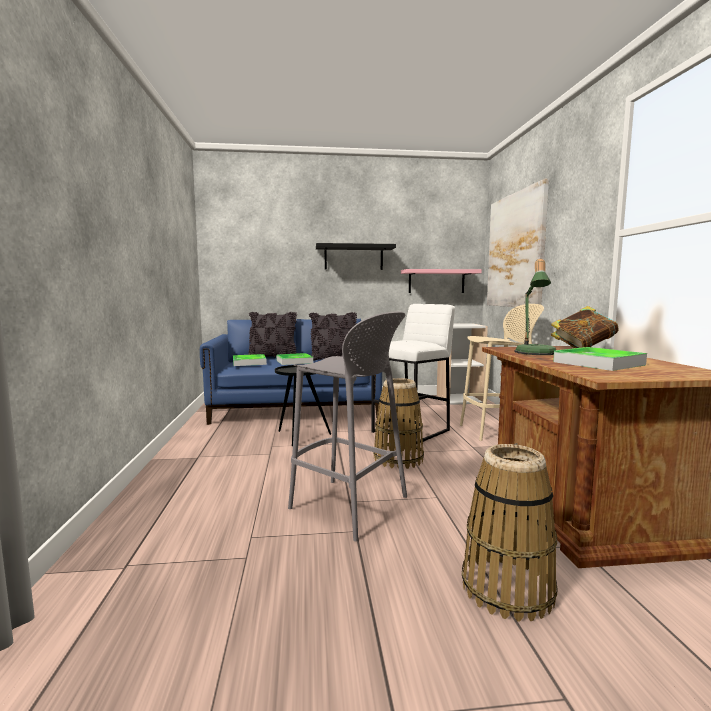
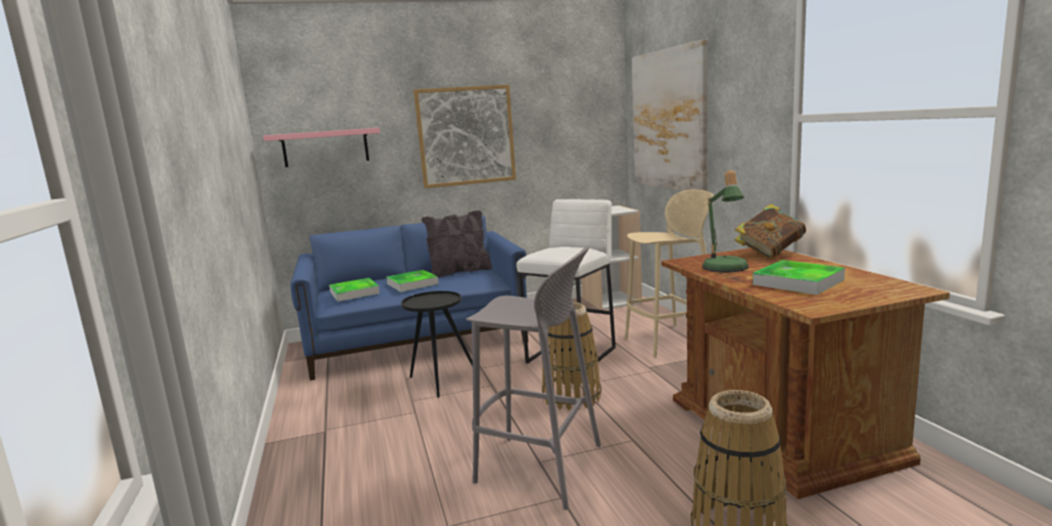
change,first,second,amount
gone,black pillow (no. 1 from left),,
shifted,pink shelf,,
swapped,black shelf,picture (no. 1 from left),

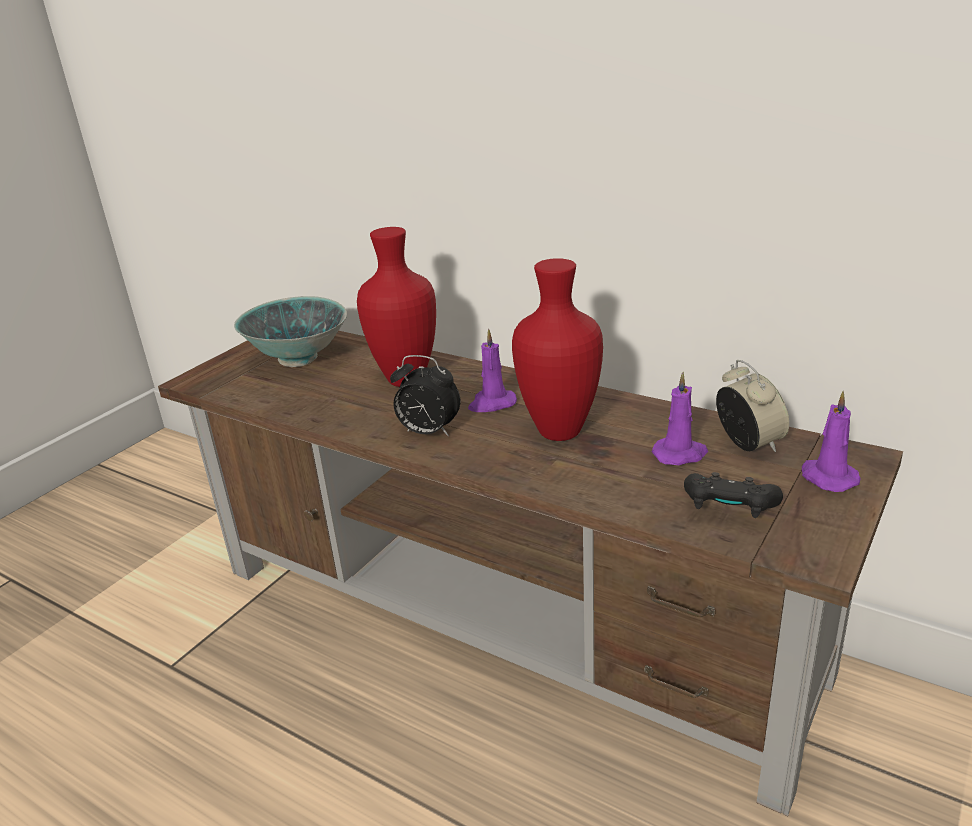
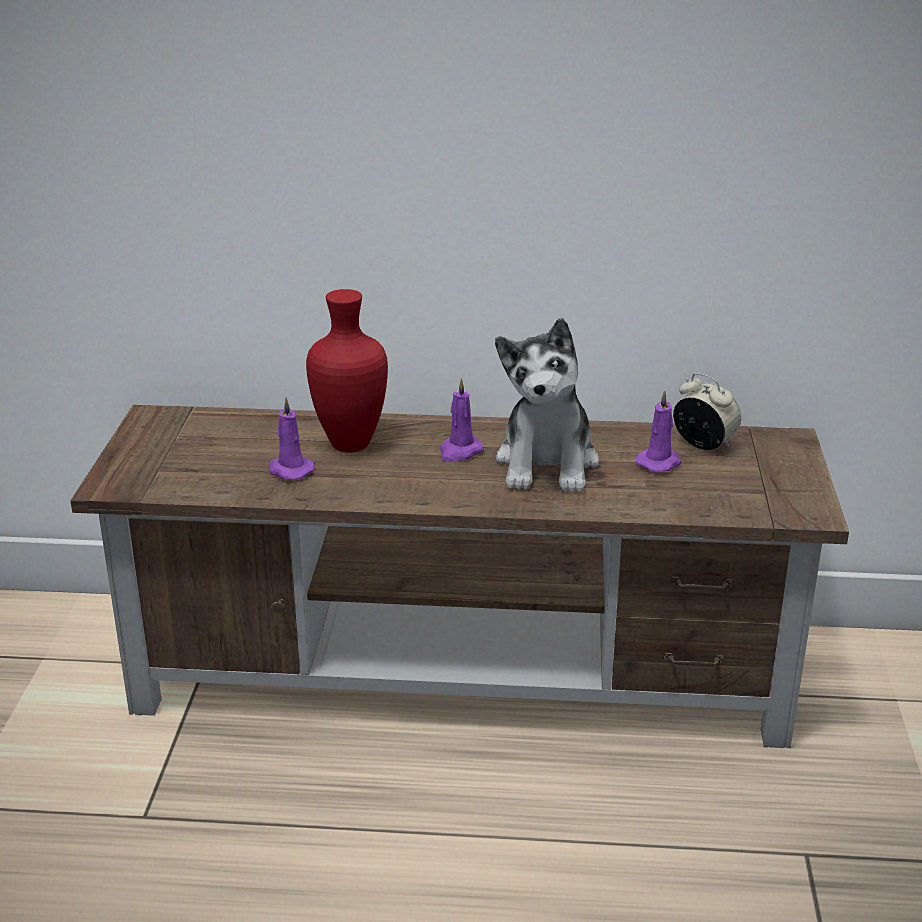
change,first,second,amount
gone,bowl,,
gone,alarm clock (no. 1 from left),,
gone,black game controller,,
shifted,purple candle (no. 3 from left in the first image),purple candle (no. 1 from left),
swapped,red vase (no. 2 from left),plush toy,

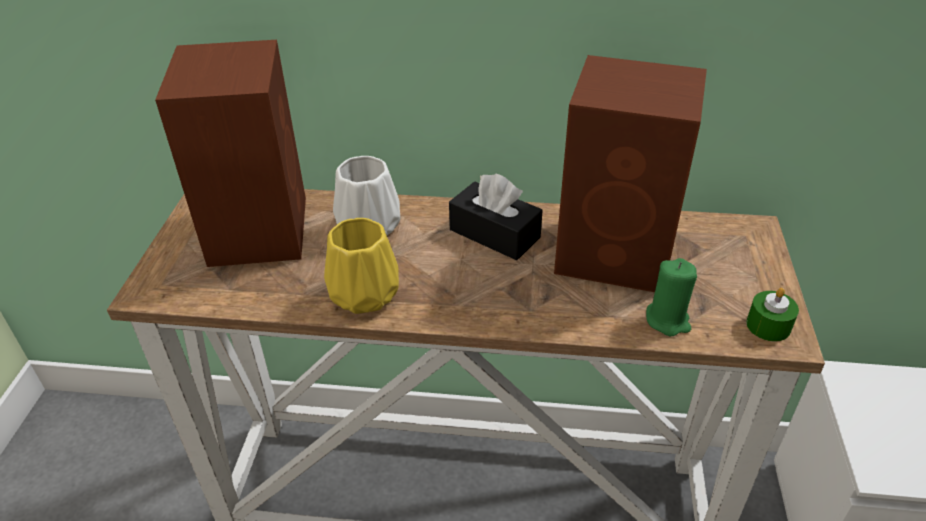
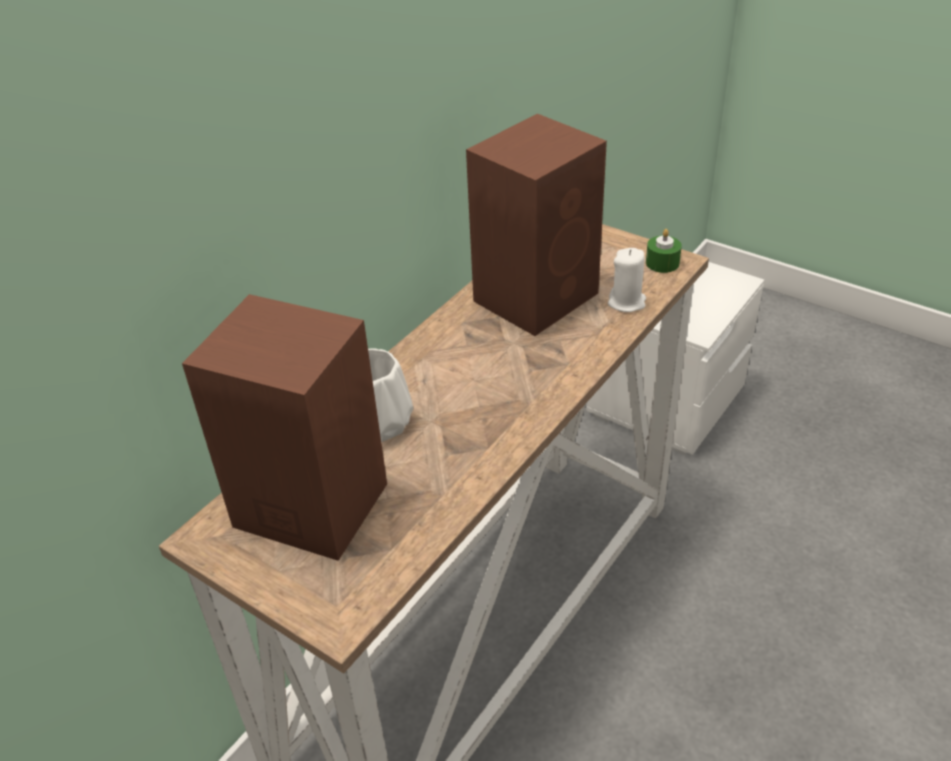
change,first,second,amount
gone,yellow vase,,
gone,black tissue box,,
repainted,green candle (no. 1 from left),white candle,

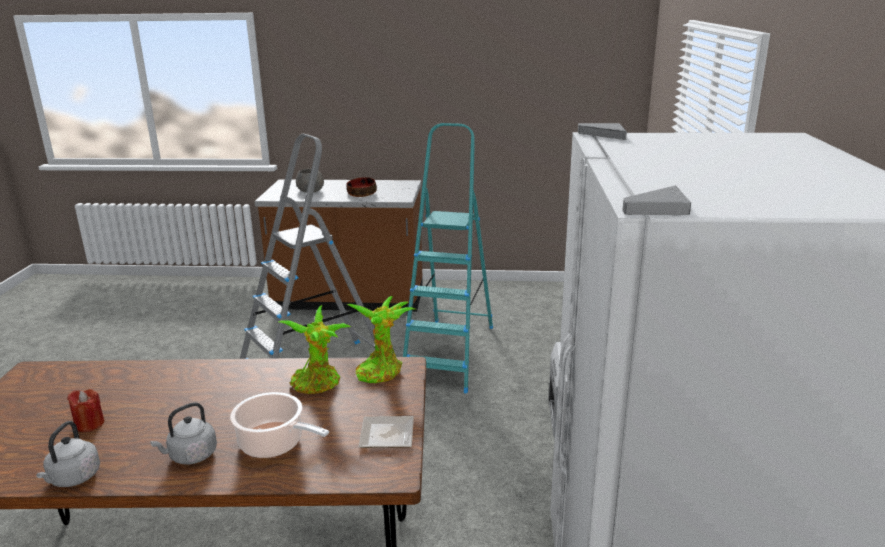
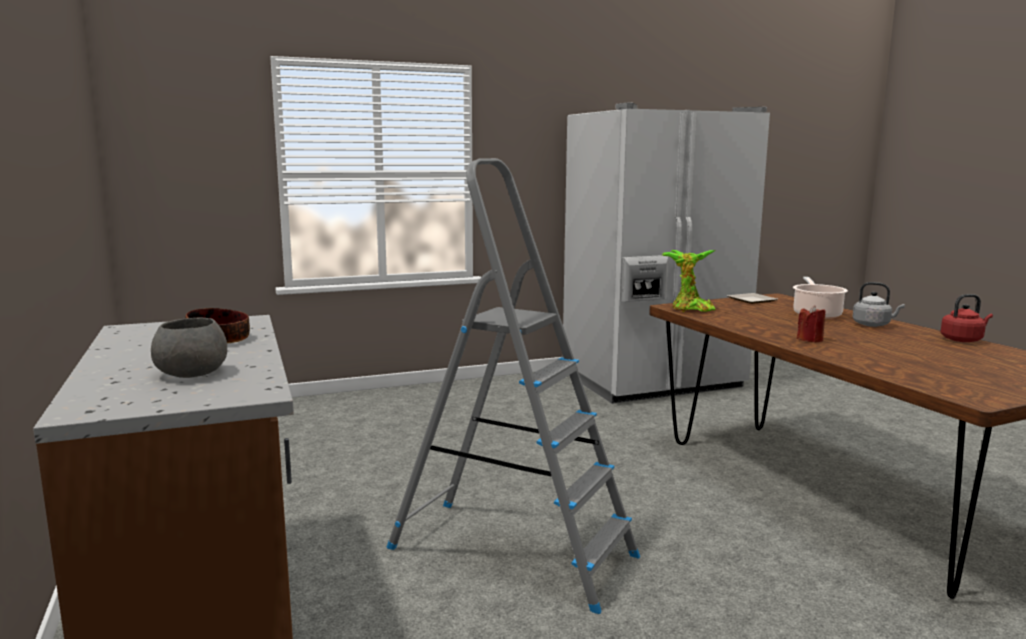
change,first,second,amount
gone,potted plant (no. 1 from left),,
gone,turquoise step ladder,,
shifted,red candle,,
repainted,grey kettle (no. 1 from left),red kettle,

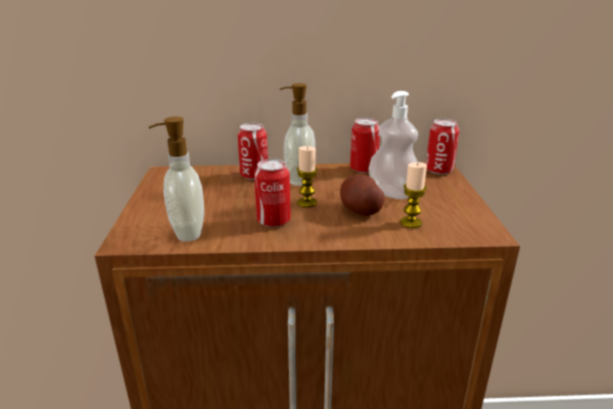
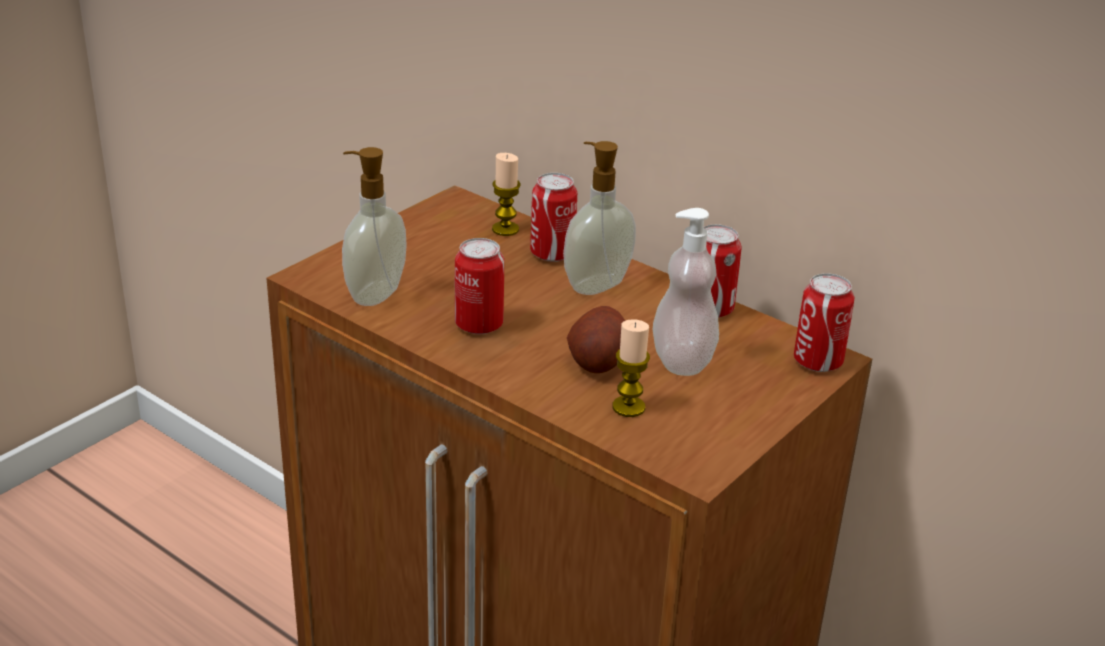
change,first,second,amount
shifted,candle (no. 1 from left),,

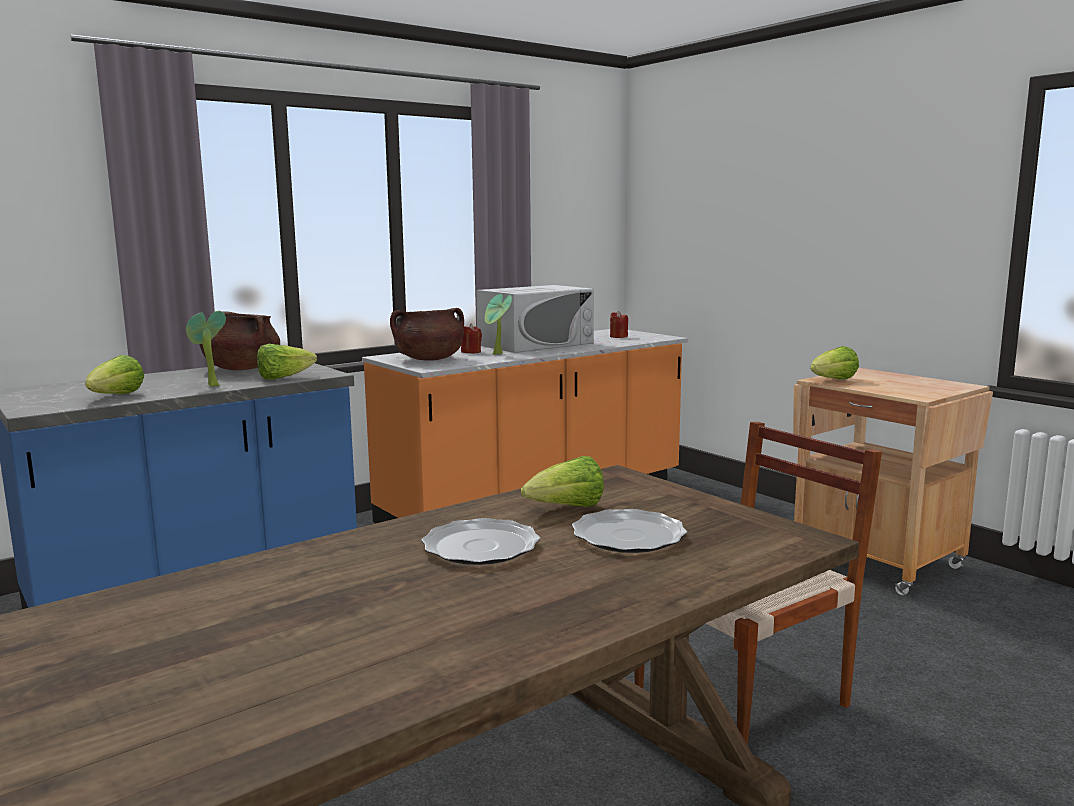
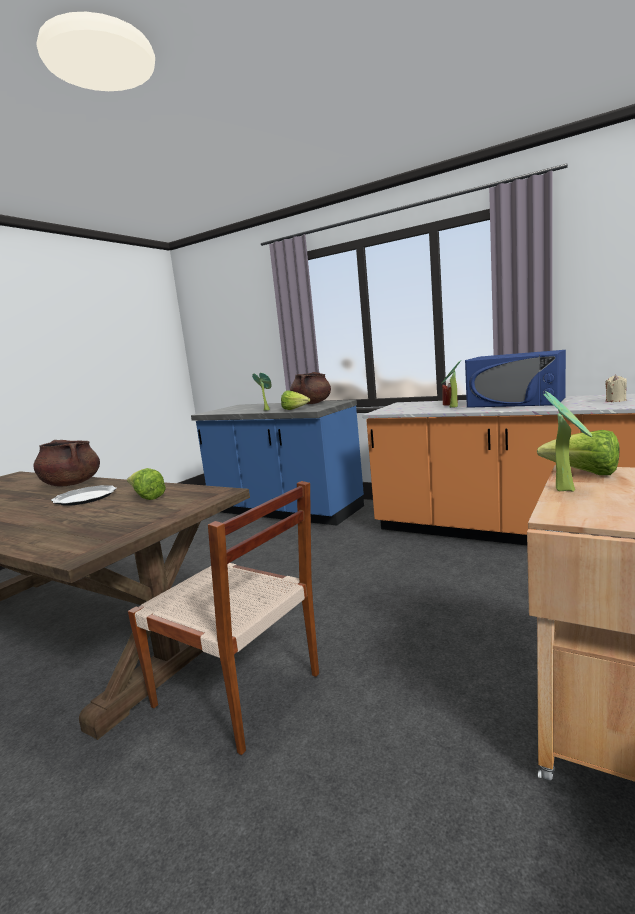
change,first,second,amount
gone,lettuce (no. 1 from left),,
gone,plate (no. 2 from left),,
new,,potted plant (no. 3 from left),
shifted,brown cooking pot (no. 2 from left in the first image),brown cooking pot (no. 1 from left),
repainted,white microwave,blue microwave,
repainted,red candle (no. 2 from left),beige candle,

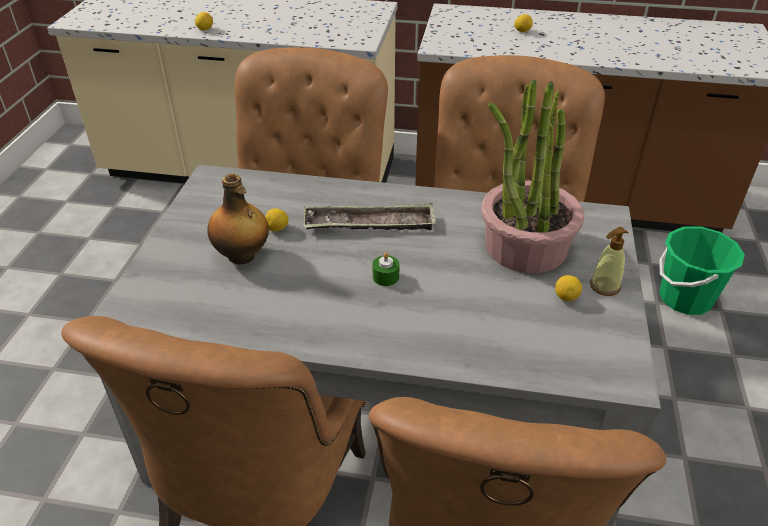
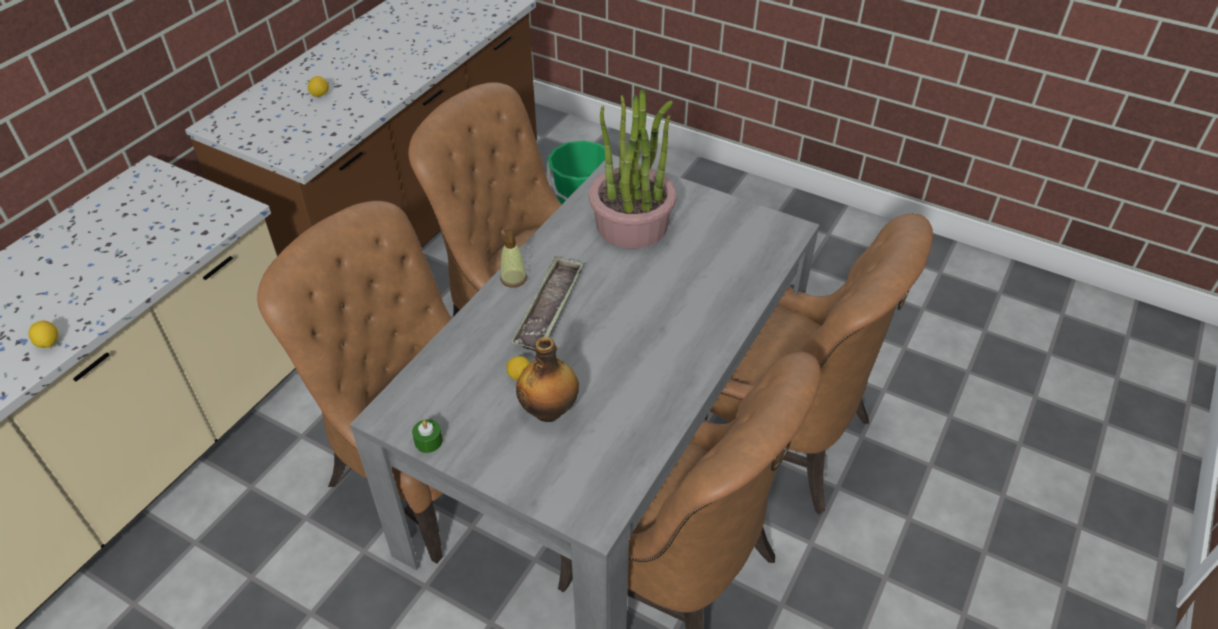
change,first,second,amount
gone,lemon (no. 4 from left),,
shifted,green candle,,
shifted,soap dispenser,,

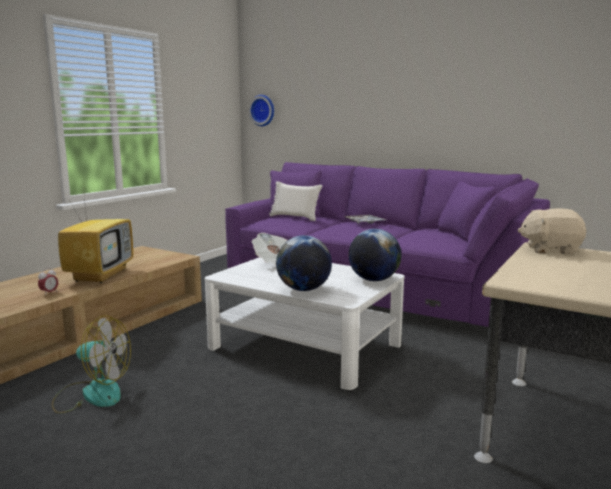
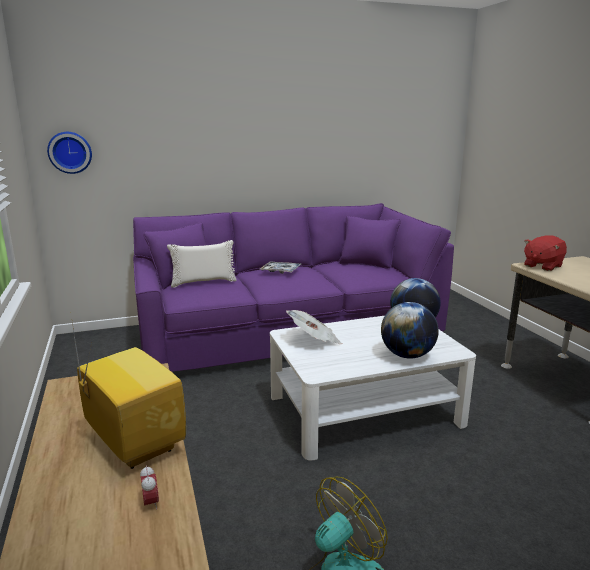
change,first,second,amount
repainted,beige plush toy,red plush toy,

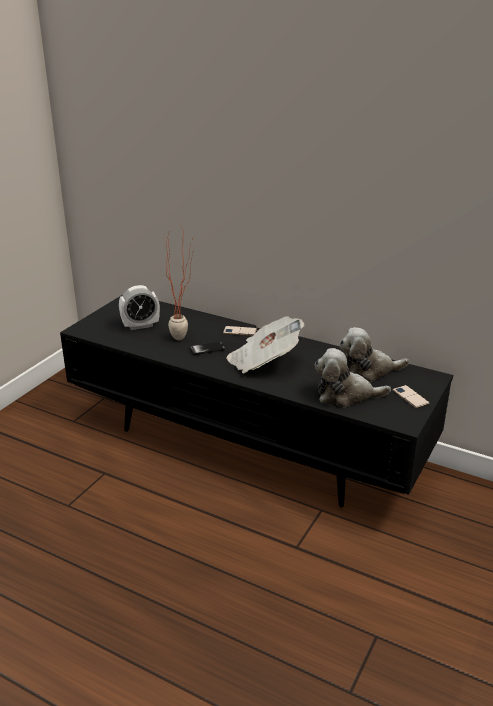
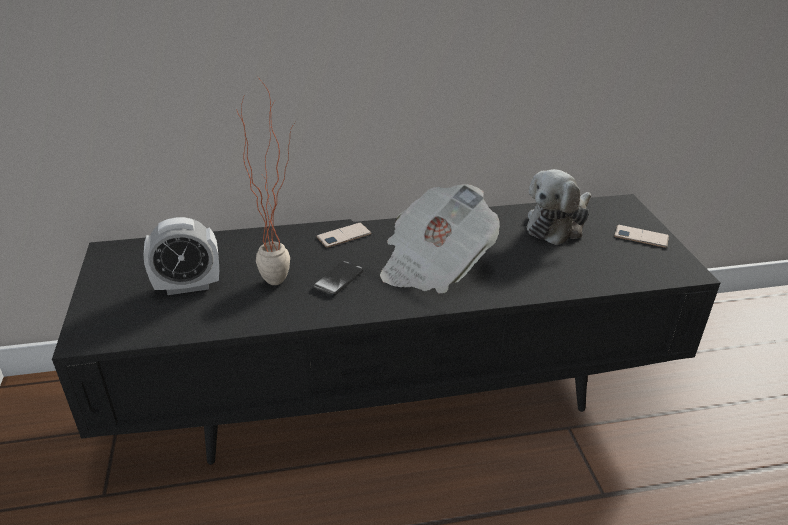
change,first,second,amount
gone,plush toy (no. 1 from left),,
rotated,alarm clock,,45 degrees clockwise

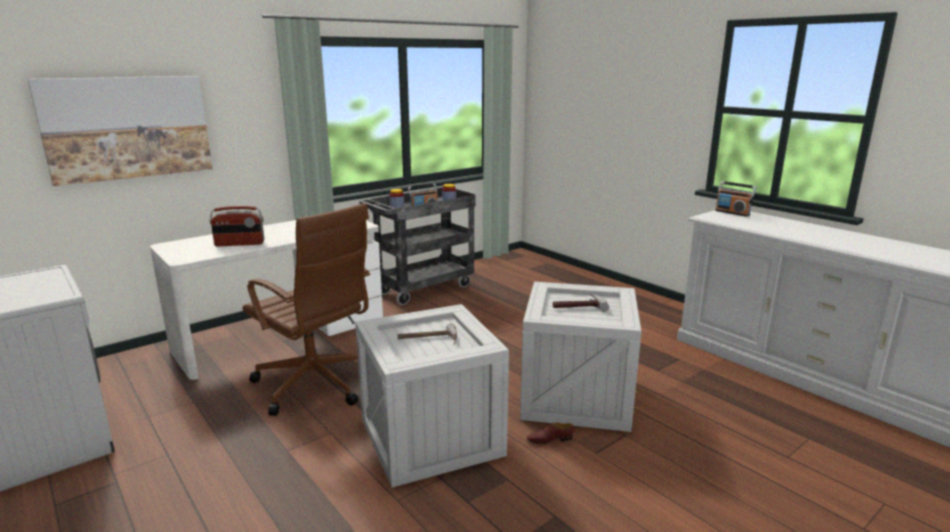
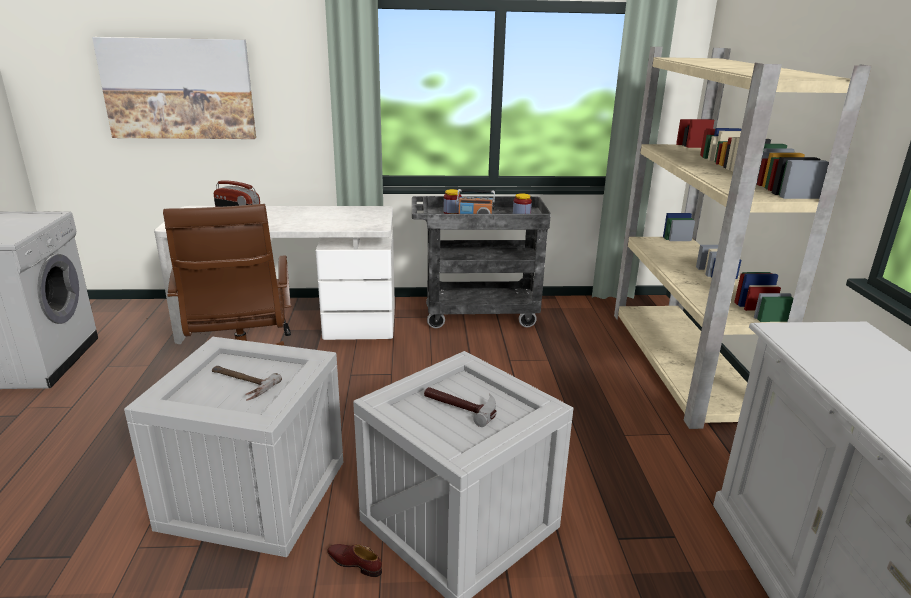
change,first,second,amount
gone,radio (no. 3 from left),,
new,,beige bookcase,

